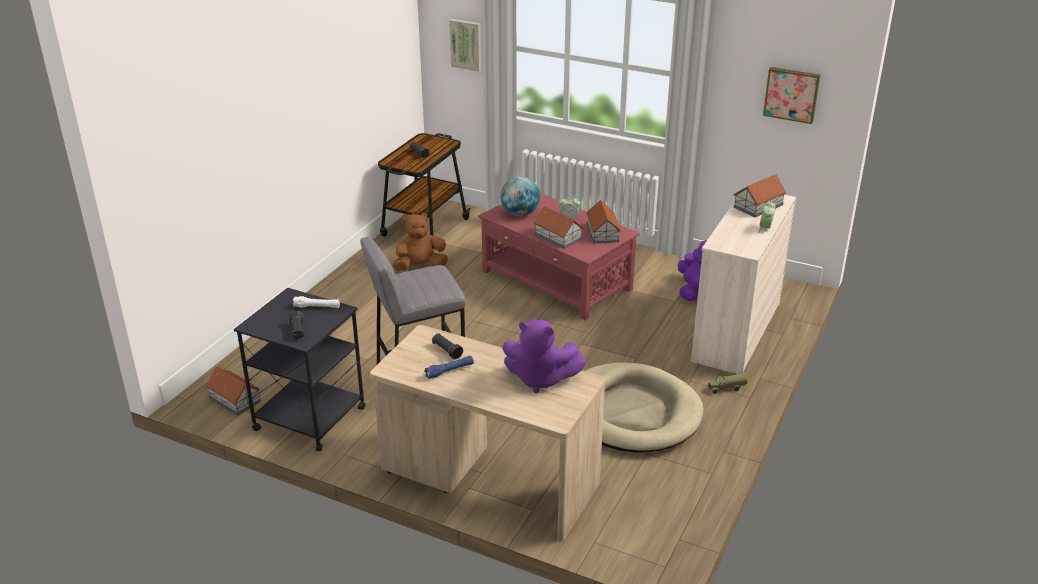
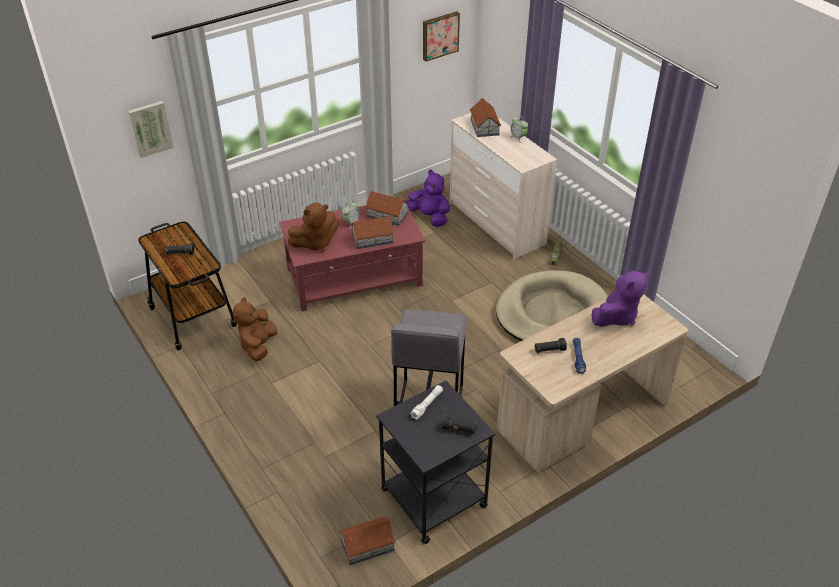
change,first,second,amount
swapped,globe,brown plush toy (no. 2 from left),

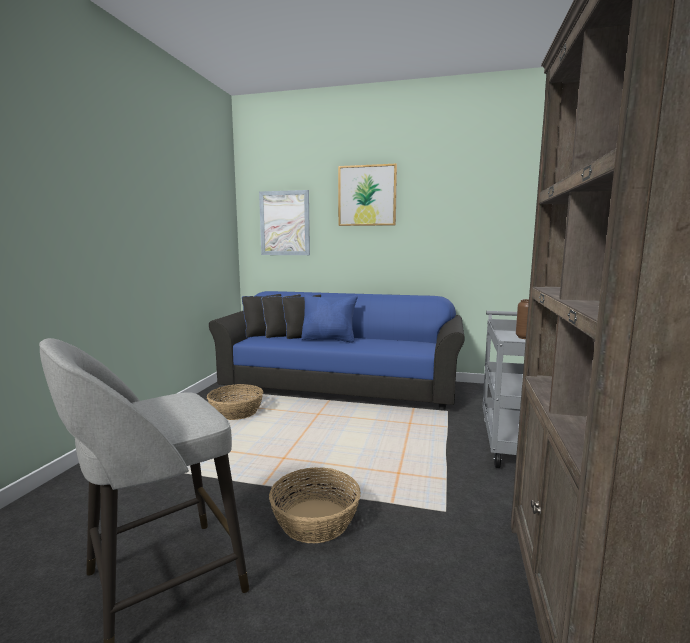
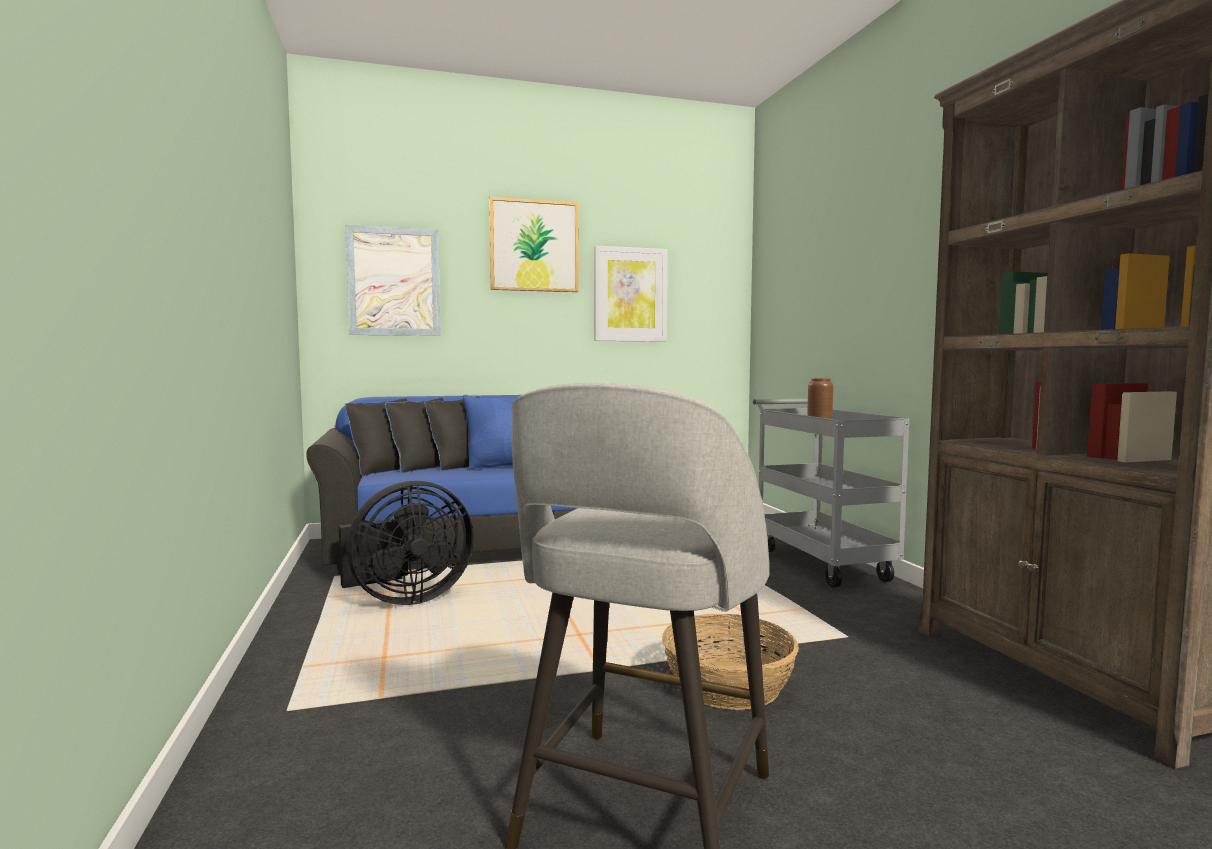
change,first,second,amount
new,,picture (no. 3 from left),
swapped,basket (no. 1 from left),black fan,

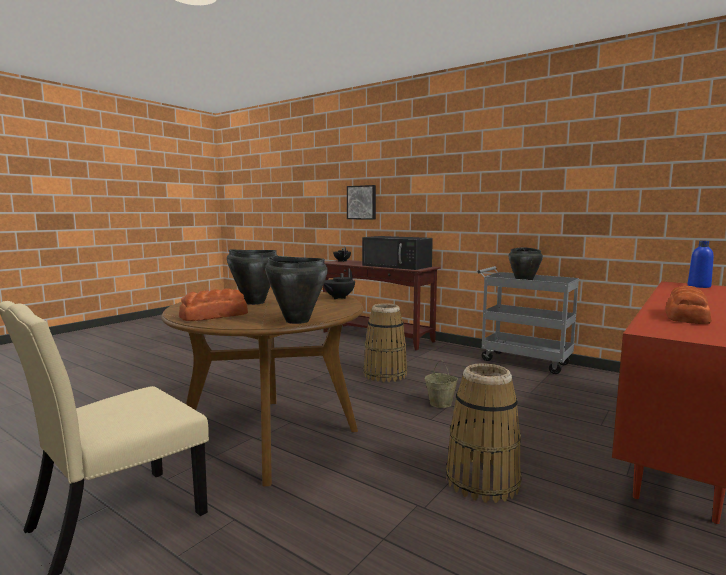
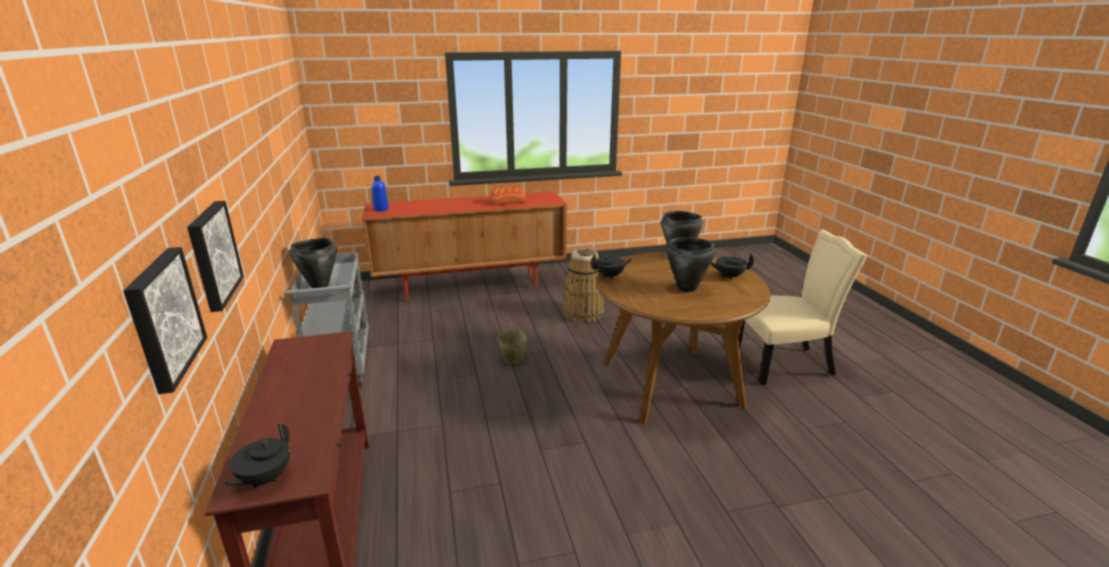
change,first,second,amount
gone,black microwave,,
gone,basket (no. 1 from left),,
new,,picture (no. 2 from left),
swapped,bread (no. 1 from left),black teapot (no. 3 from left),

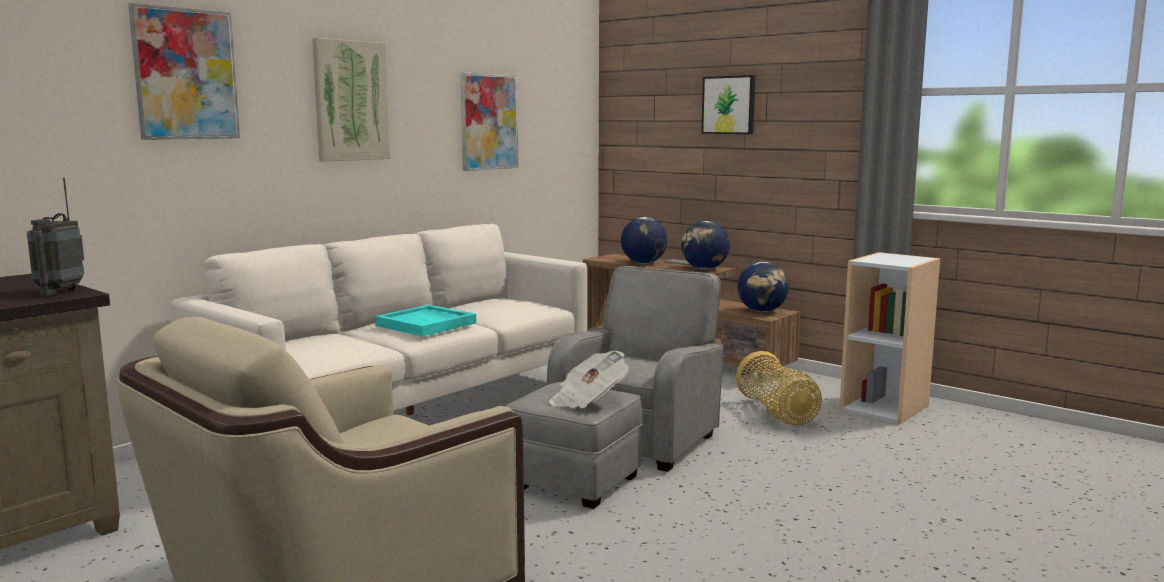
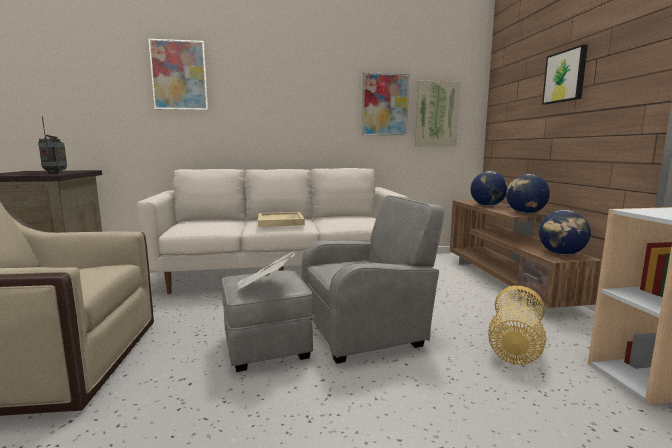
change,first,second,amount
shifted,picture (no. 2 from left in the first image),picture (no. 3 from left),
repainted,turquoise tray,beige tray,
rotated,radio,,120 degrees clockwise

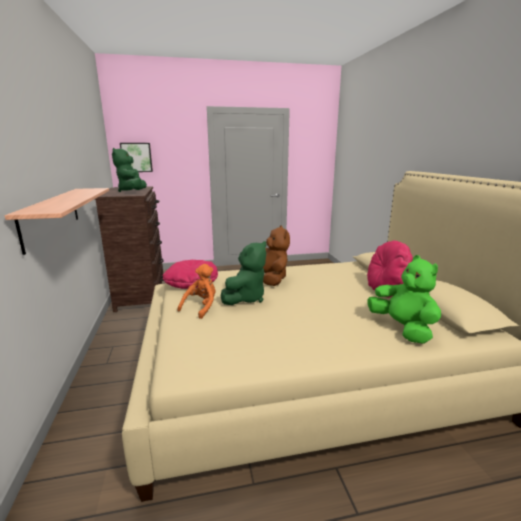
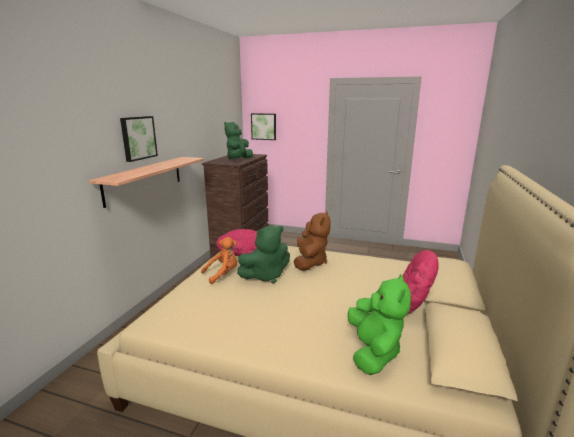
change,first,second,amount
new,,picture (no. 1 from left),

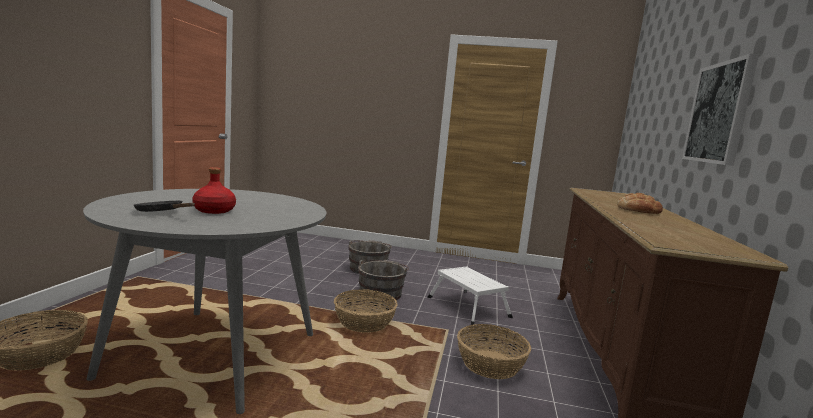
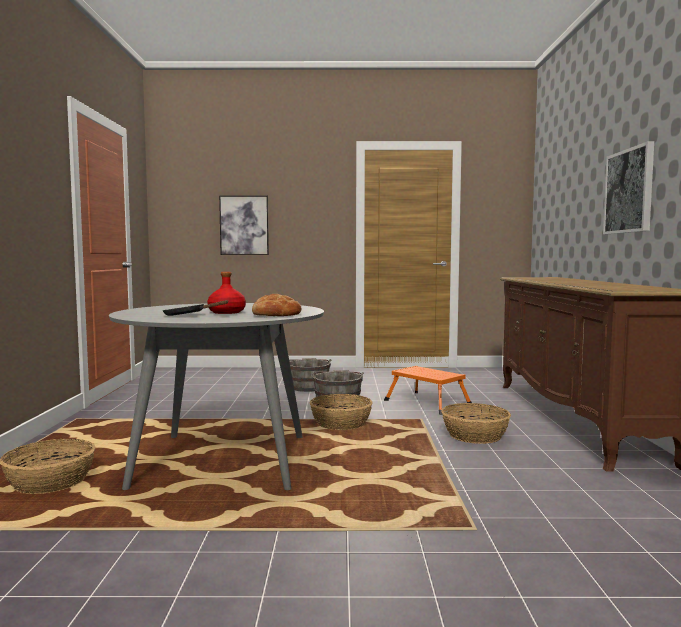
change,first,second,amount
new,,picture (no. 1 from left),
shifted,bread,,
repainted,white step ladder,orange step ladder,

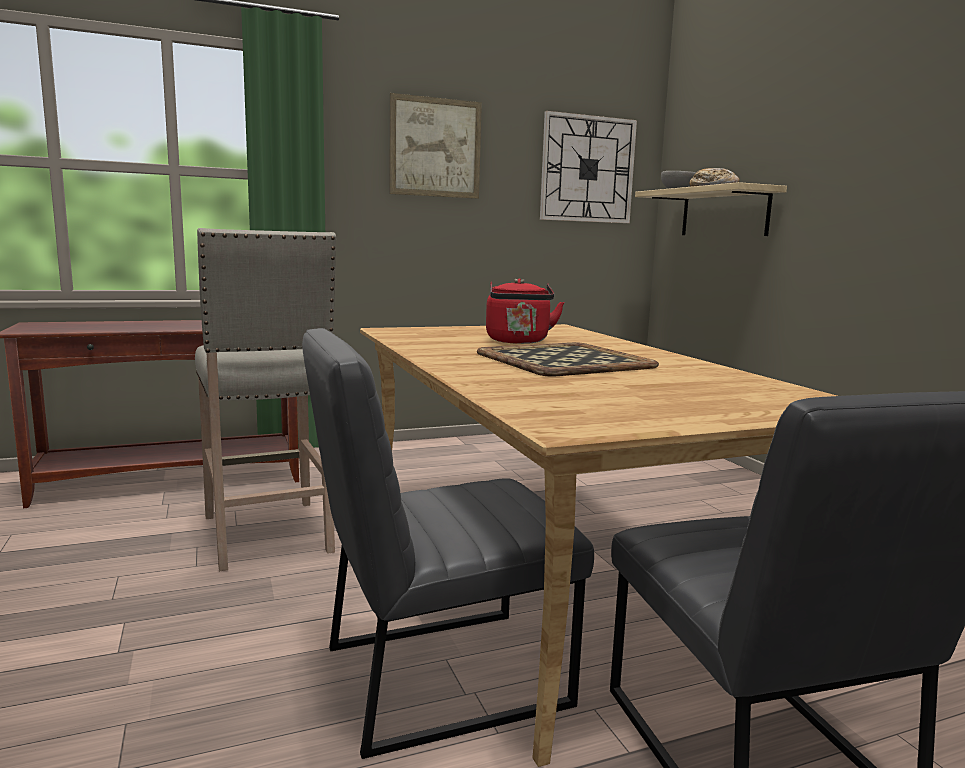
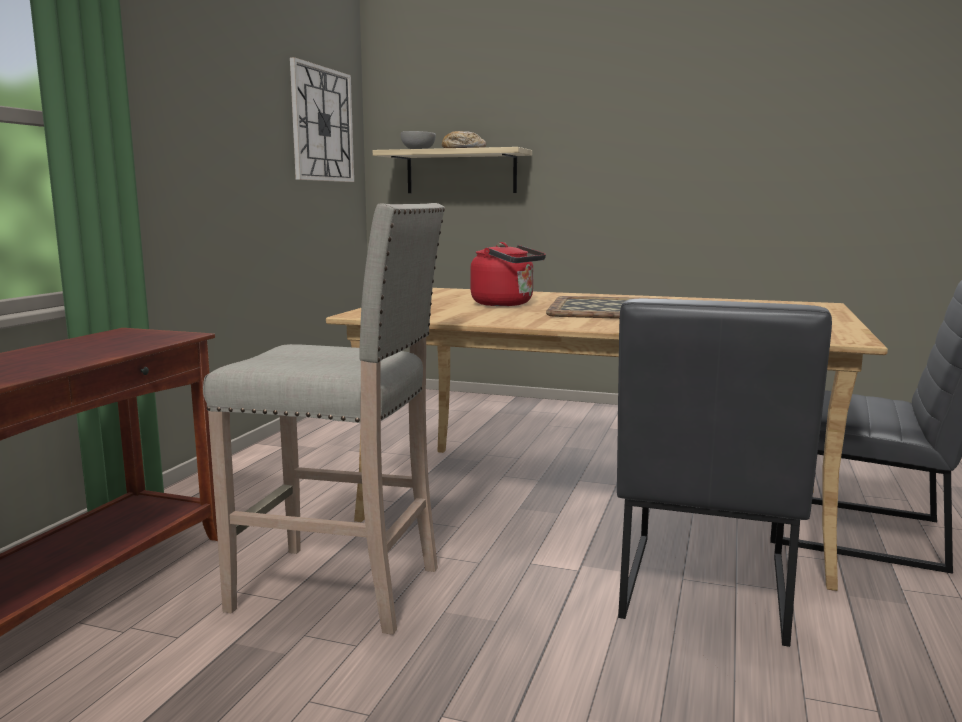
change,first,second,amount
gone,picture,,

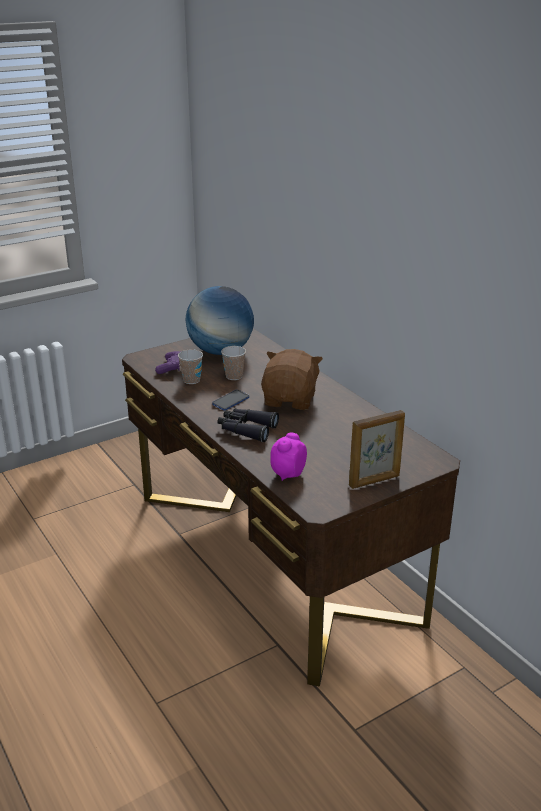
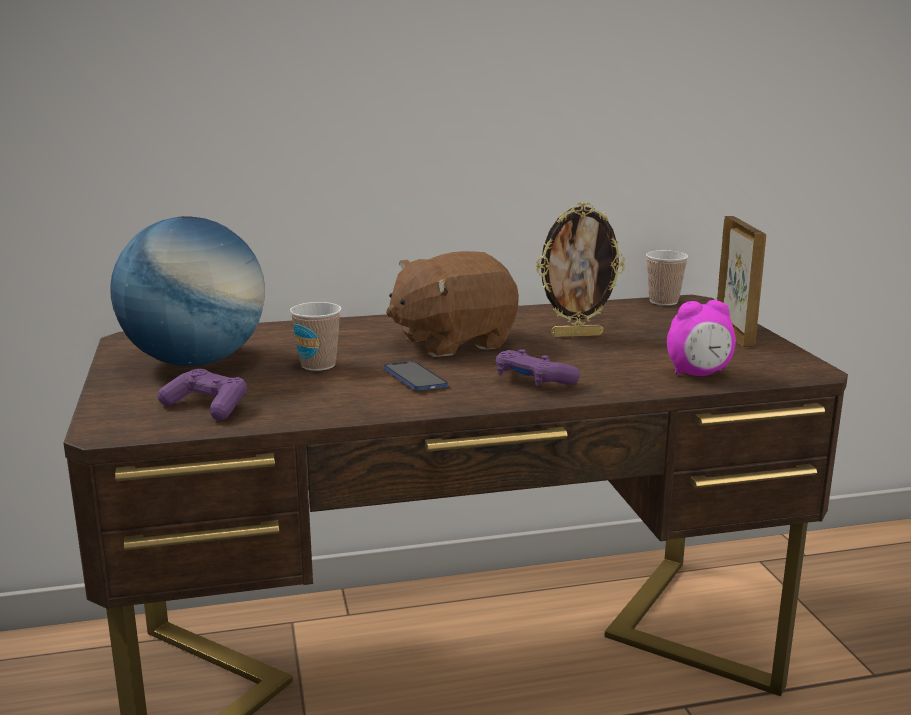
change,first,second,amount
new,,picture frame (no. 1 from left),
shifted,cup (no. 1 from left in the first image),cup (no. 2 from left),
swapped,black binoculars,purple game controller (no. 2 from left),
rotated,brown plush toy,,60 degrees counterclockwise
rotated,alarm clock,,60 degrees counterclockwise

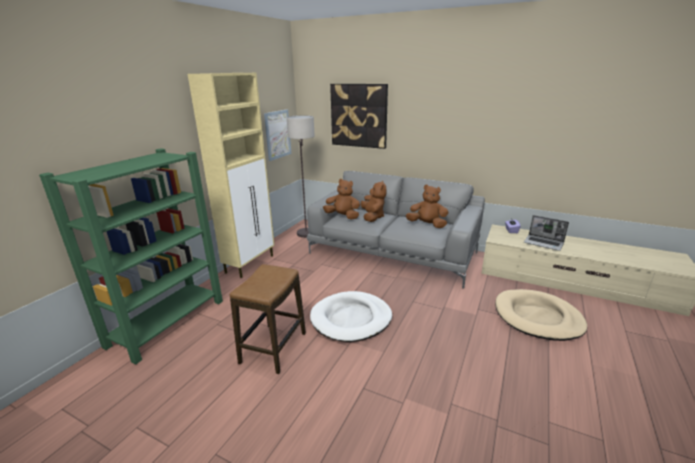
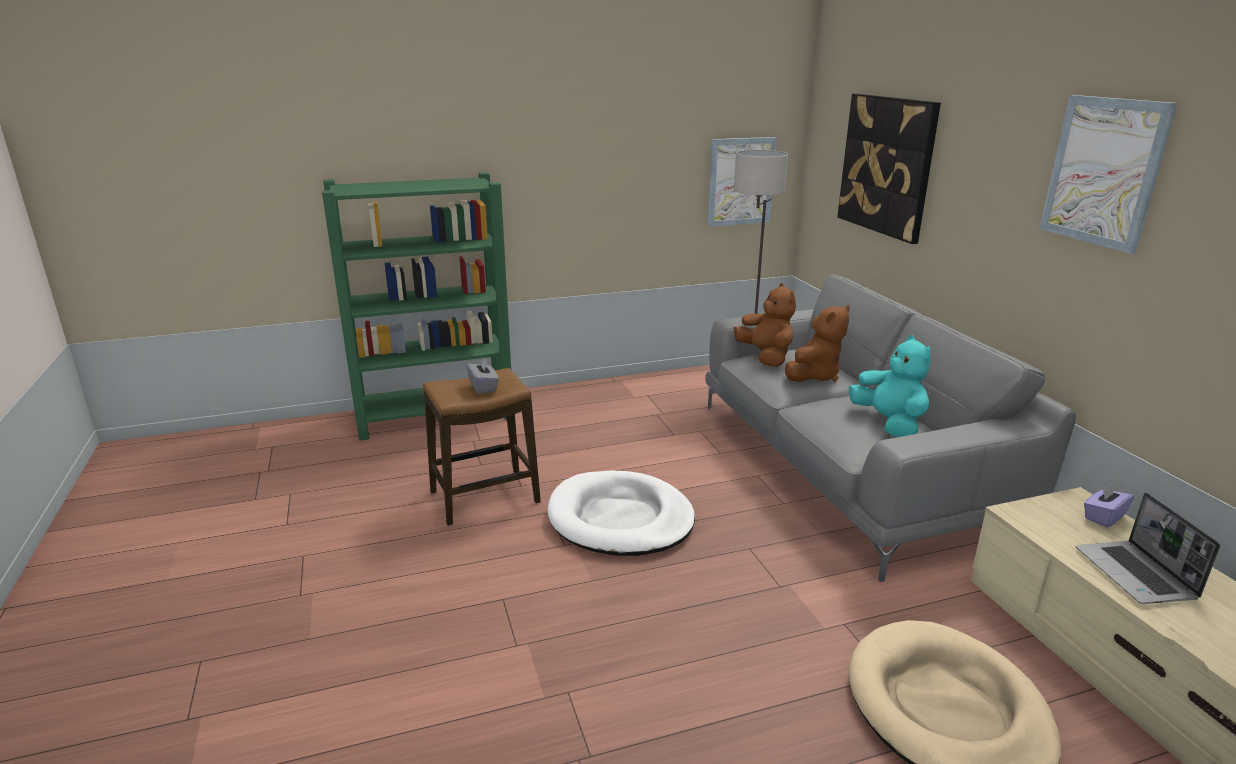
change,first,second,amount
gone,beige cabinet,,
new,,grey tissue box,
new,,picture (no. 3 from left),
repainted,brown plush toy (no. 3 from left),turquoise plush toy,

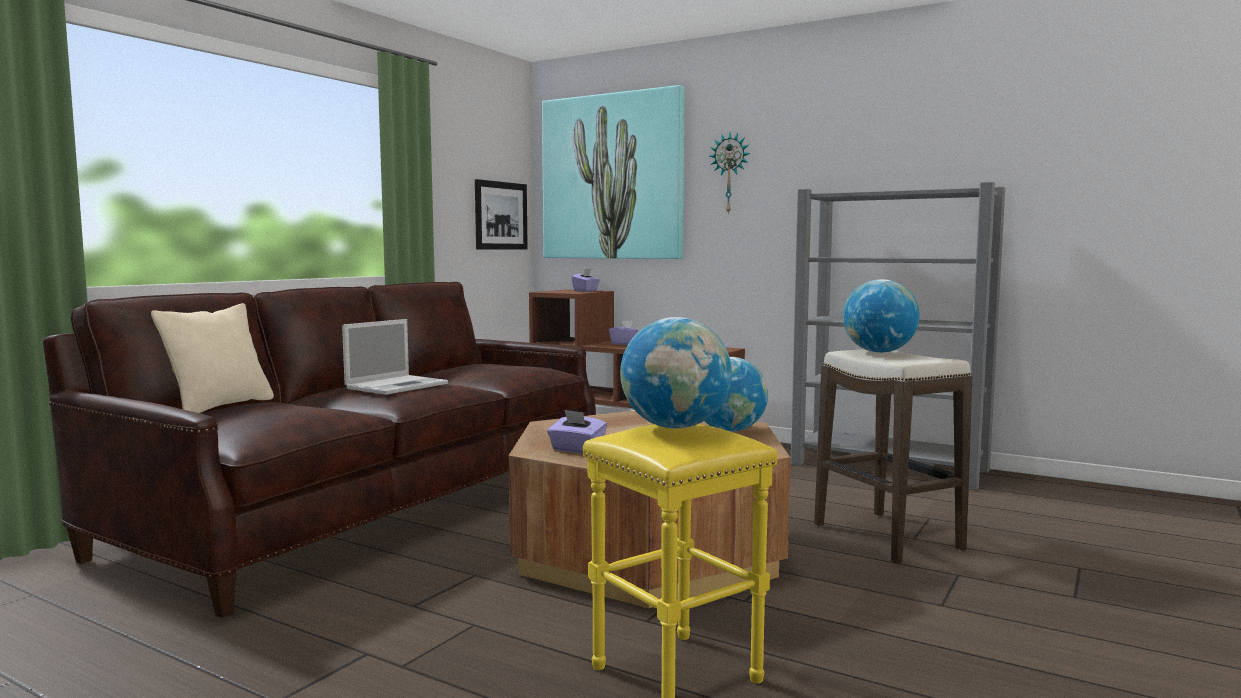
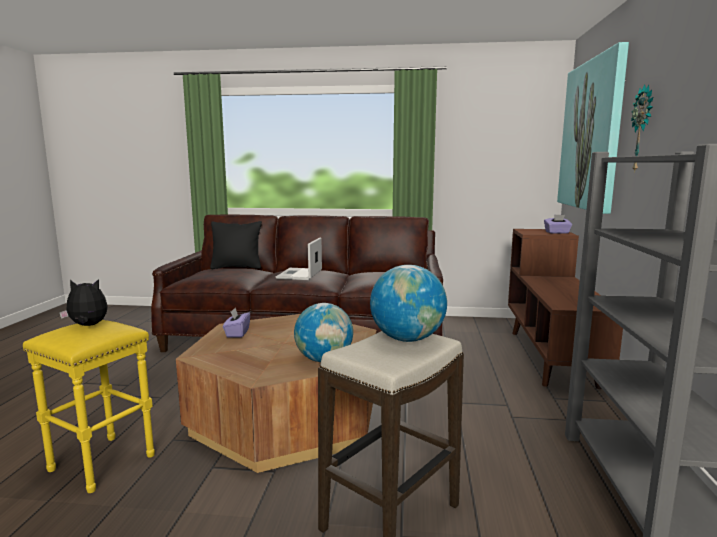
change,first,second,amount
gone,picture (no. 1 from left),,
gone,purple tissue box (no. 3 from left),,
swapped,globe (no. 1 from left),plush toy,
repainted,beige pillow,black pillow,
rotated,laptop,,90 degrees clockwise

